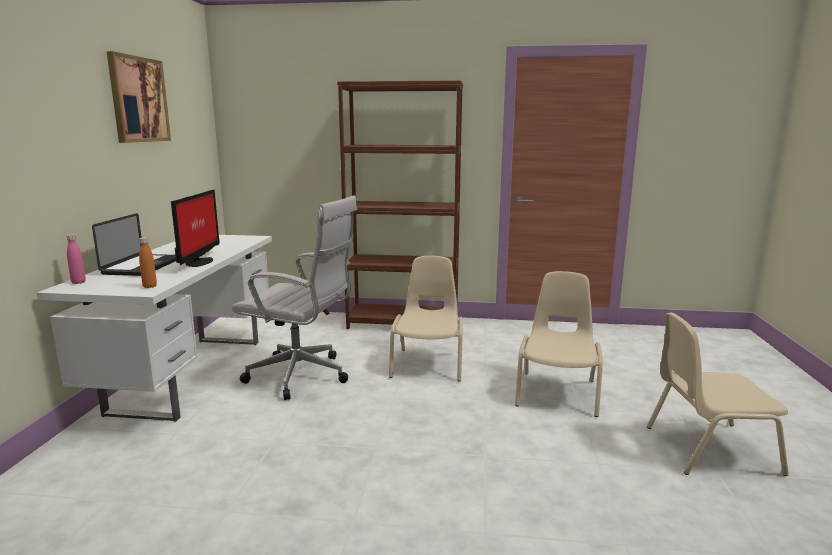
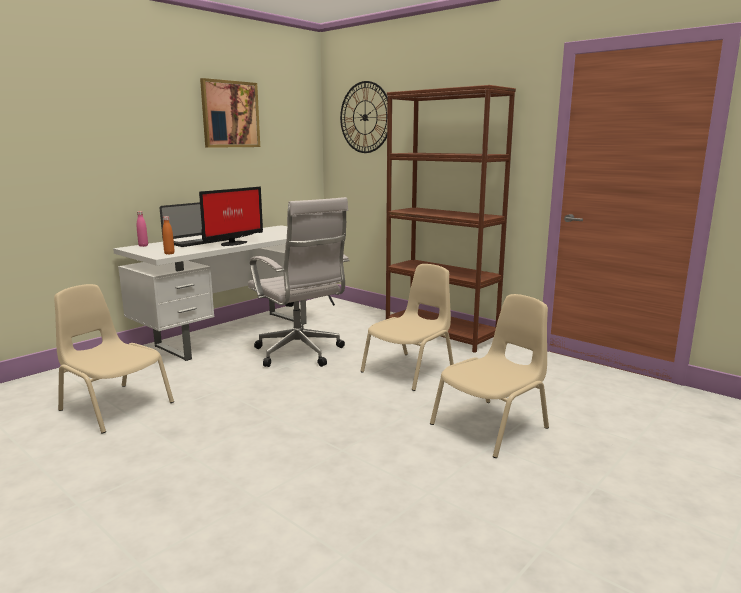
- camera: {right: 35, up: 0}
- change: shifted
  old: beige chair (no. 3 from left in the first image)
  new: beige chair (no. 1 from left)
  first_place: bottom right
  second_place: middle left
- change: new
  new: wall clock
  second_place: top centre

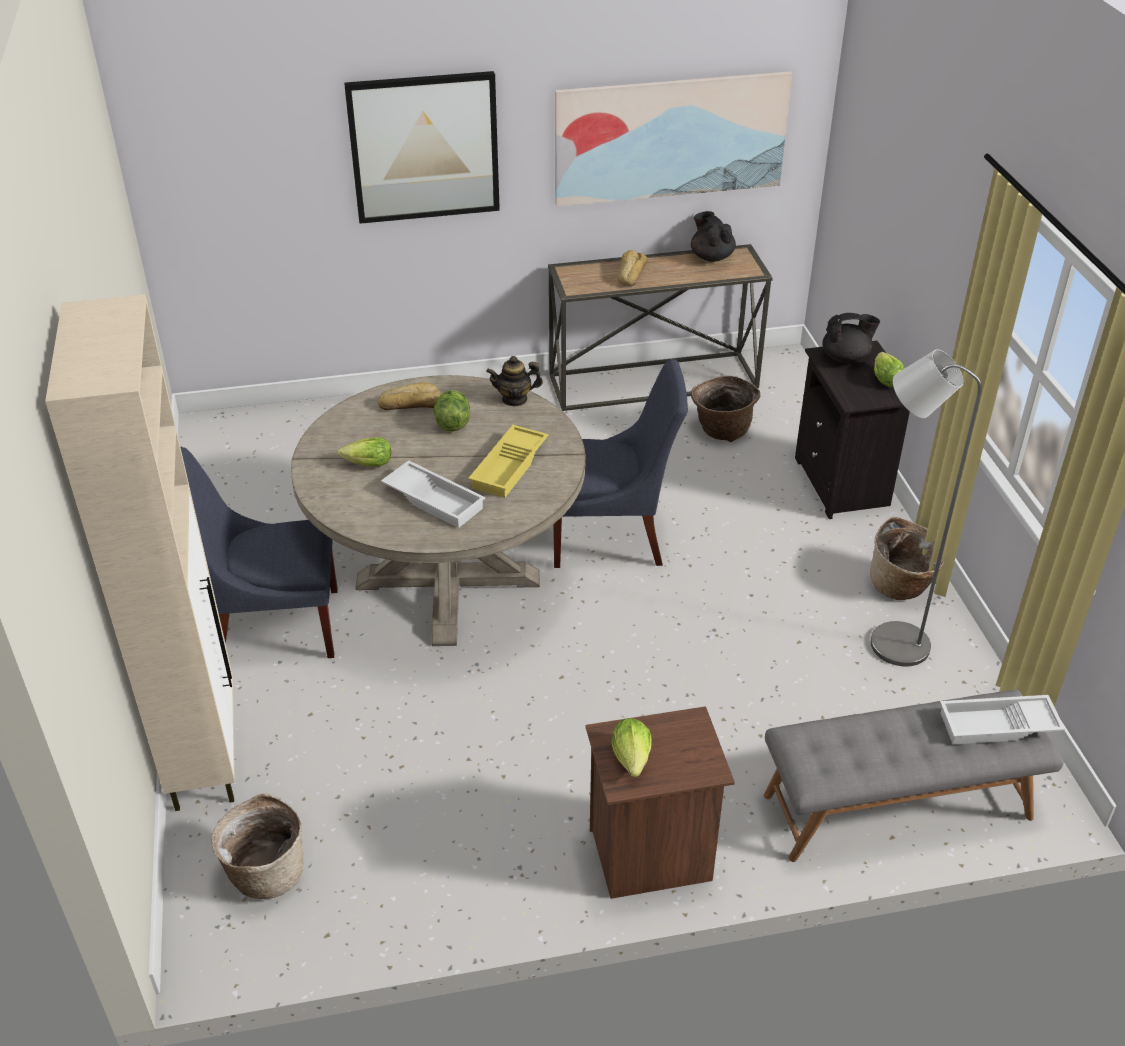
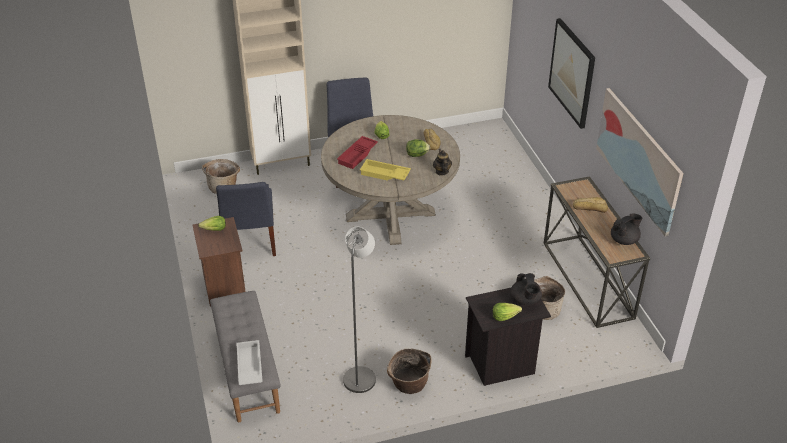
- camera: {right: 85, up: 0}
- change: shifted
  old: blue chair (no. 2 from left in the first image)
  new: blue chair (no. 1 from left)
  first_place: centre
  second_place: middle left
- change: repainted
  old: white tray (no. 1 from left)
  new: red tray
  first_place: centre
  second_place: centre

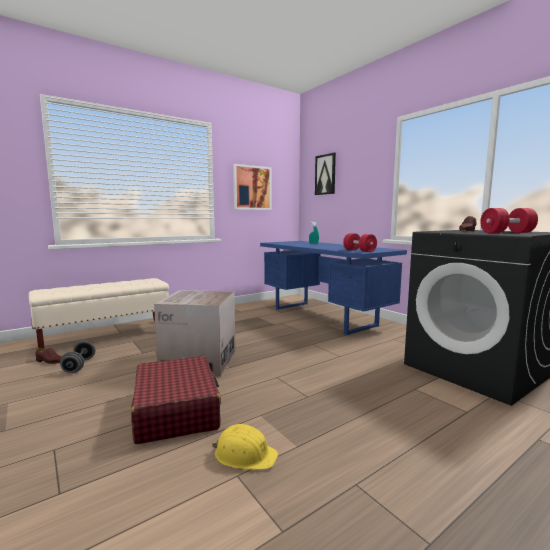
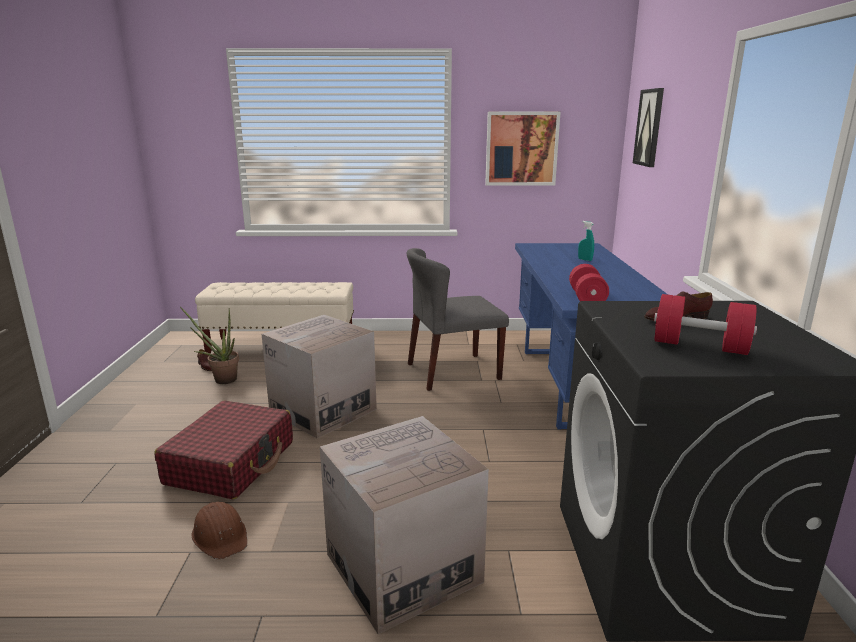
- camera: {right: 35, up: 10}
- change: swapped
  old: grey dumbbell
  new: potted plant
  first_place: middle left
  second_place: middle left
- change: repainted
  old: yellow hard hat
  new: brown hard hat
  first_place: bottom centre
  second_place: bottom left
- change: new
  new: cardboard box (no. 2 from left)
  second_place: bottom centre
- change: new
  new: grey chair
  second_place: centre

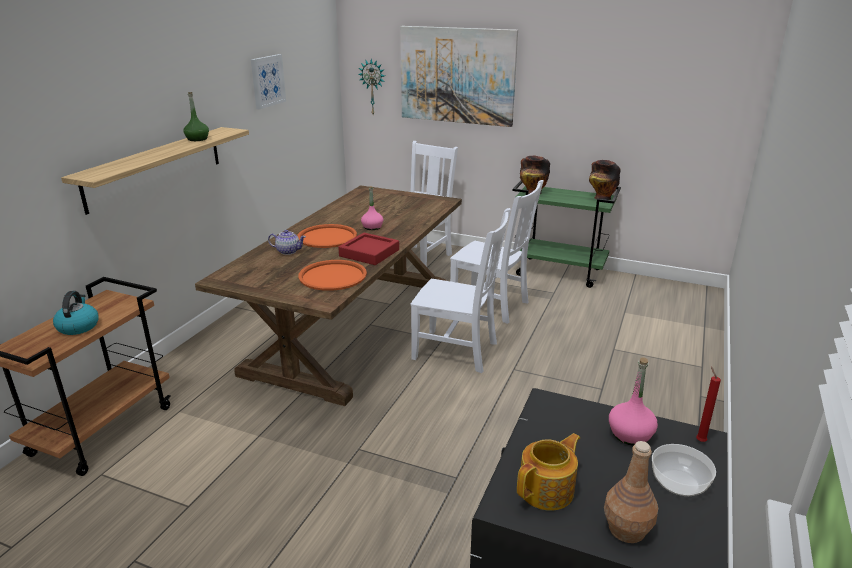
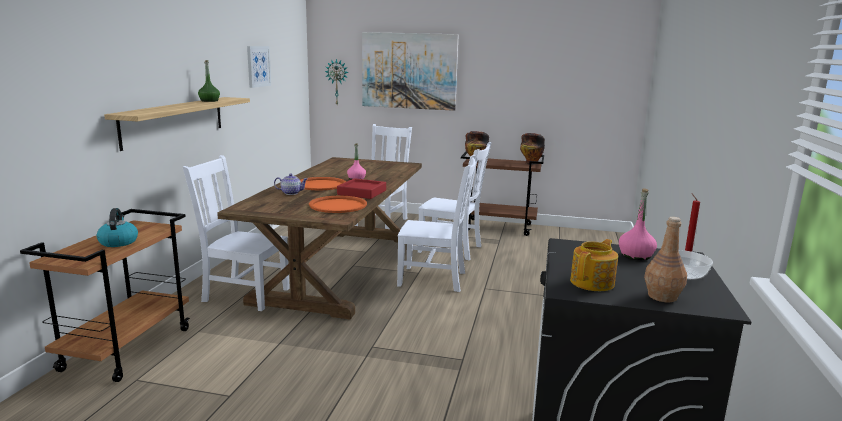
- camera: {right: -10, up: -10}
- change: new
  new: white chair (no. 1 from left)
  second_place: middle left
- change: repainted
  old: green cart
  new: brown cart (no. 2 from left)
  first_place: centre
  second_place: centre

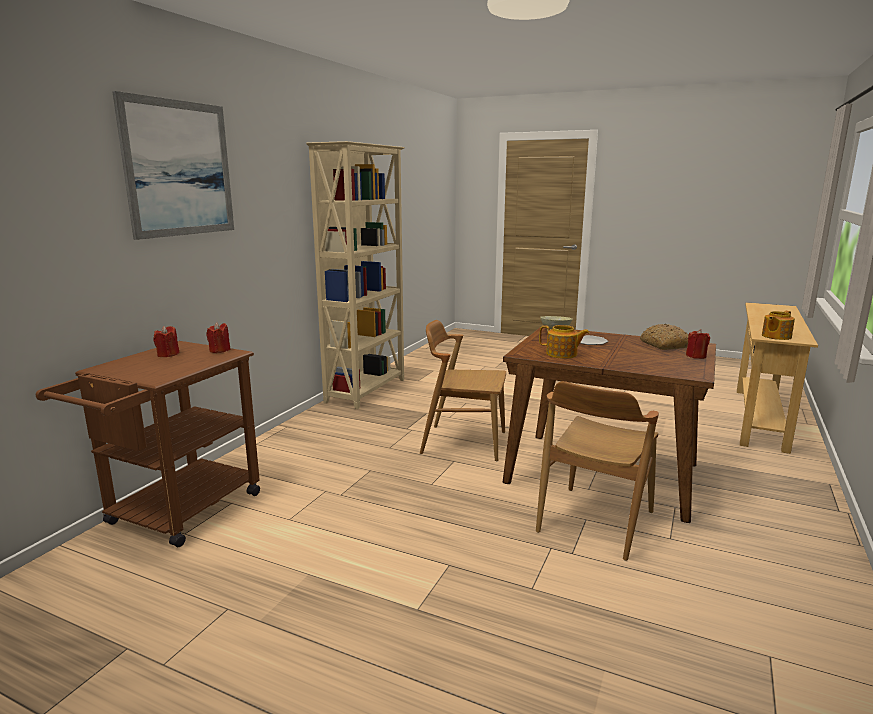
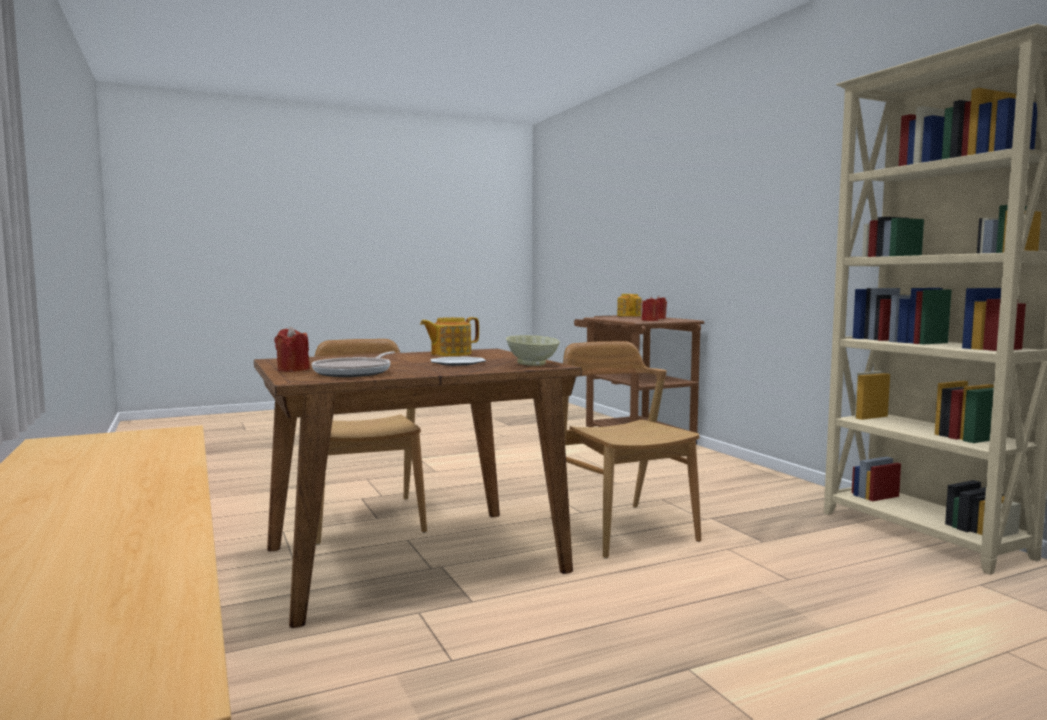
- camera: {right: 130, up: -10}
- change: swapped
  old: bread
  new: frying pan
  first_place: middle right
  second_place: centre
- change: rotated
  old: brown chair (no. 1 from left in the first image)
  first_place: centre
  second_place: centre
  degrees: -75
- change: shifted
  old: teapot (no. 2 from left)
  first_place: middle right
  second_place: centre
- change: gone
  old: picture
  first_place: top left

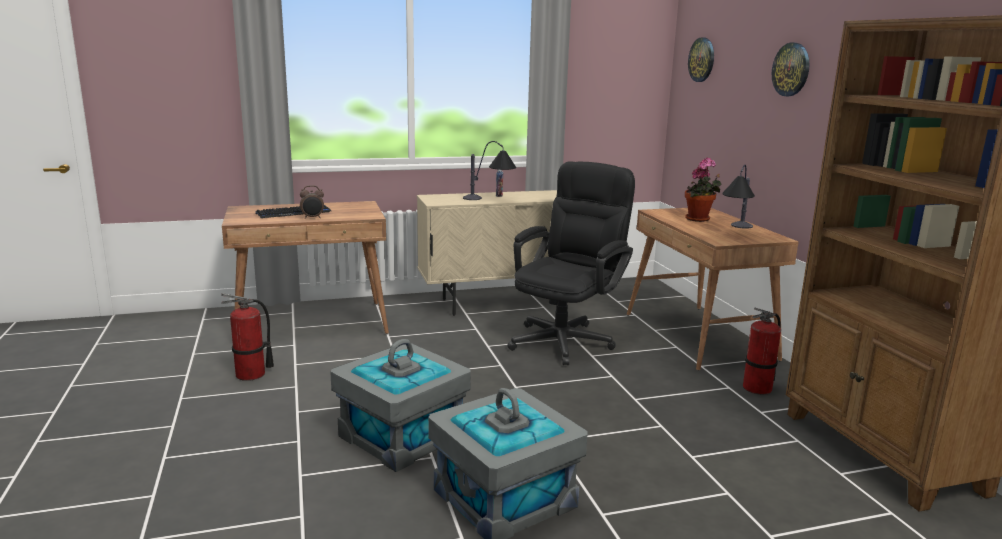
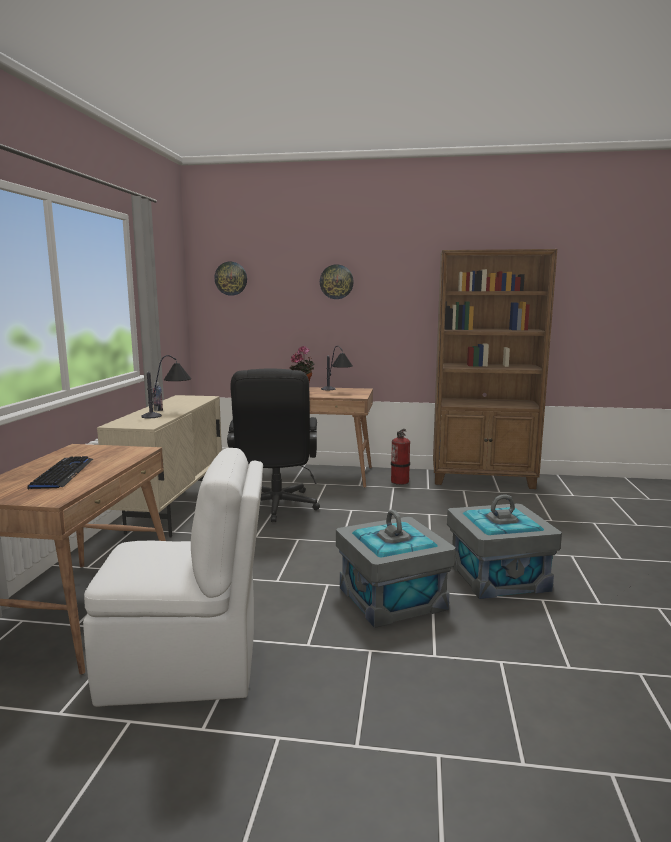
- camera: {right: -65, up: -5}
- change: swapped
  old: fire extinguisher (no. 1 from left)
  new: white chair
  first_place: middle left
  second_place: bottom left
- change: rotated
  old: black office chair
  first_place: centre
  second_place: centre
  degrees: -150
- change: gone
  old: alarm clock
  first_place: middle left

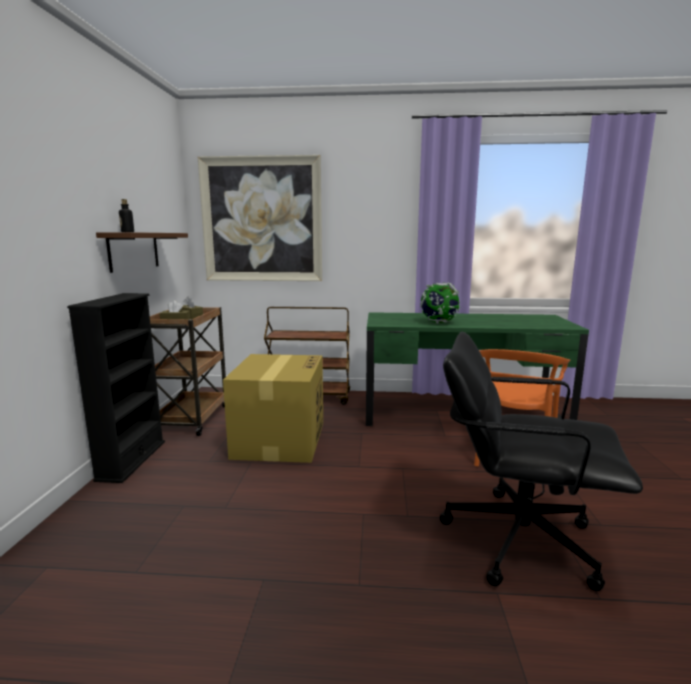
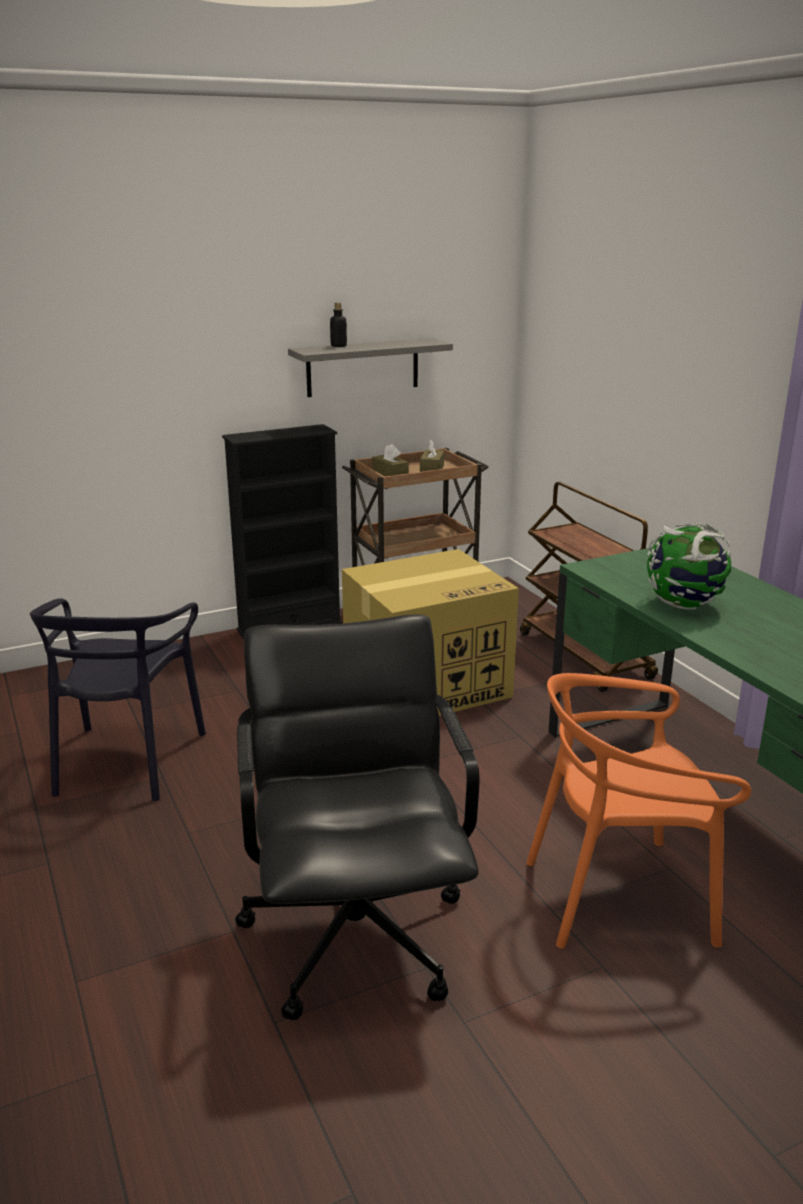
- camera: {right: 60, up: 10}
- change: new
  new: black chair
  second_place: middle left
- change: repainted
  old: brown shelf
  new: grey shelf
  first_place: middle left
  second_place: top centre
- change: gone
  old: picture
  first_place: top centre

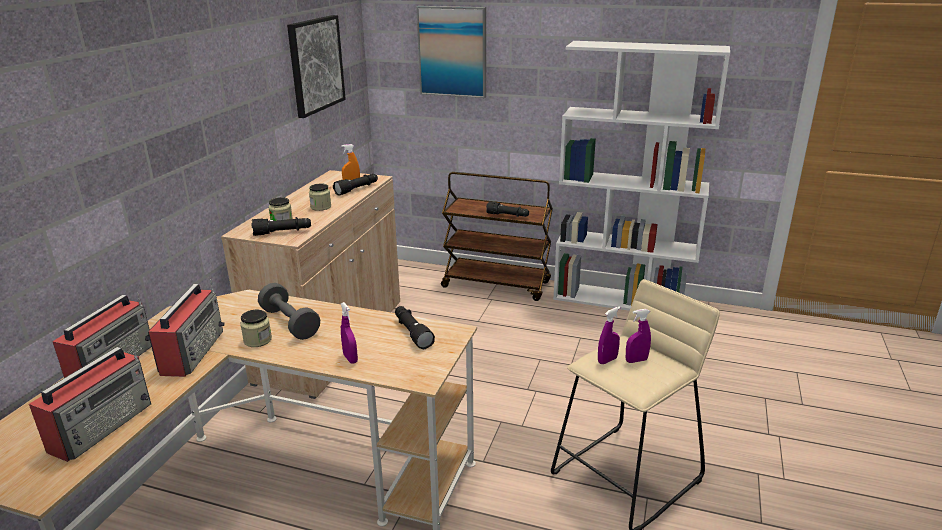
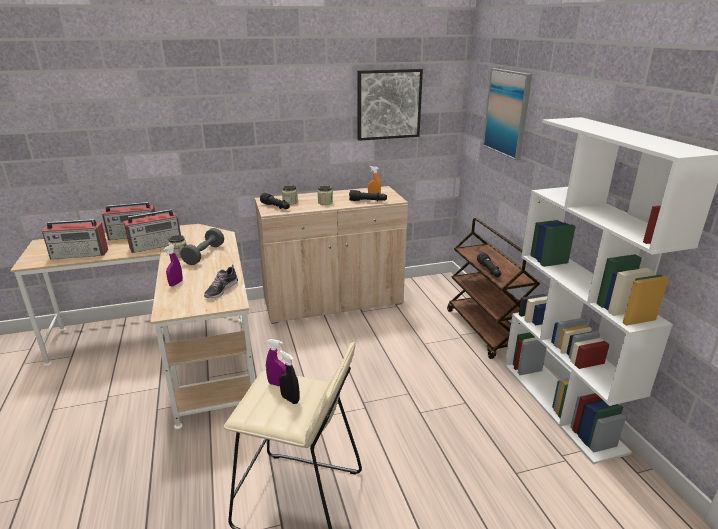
- camera: {right: 55, up: 0}
- change: swapped
  old: black flashlight (no. 3 from left)
  new: shoe
  first_place: centre
  second_place: middle left
- change: repainted
  old: purple spray bottle (no. 3 from left)
  new: black spray bottle
  first_place: middle right
  second_place: bottom centre

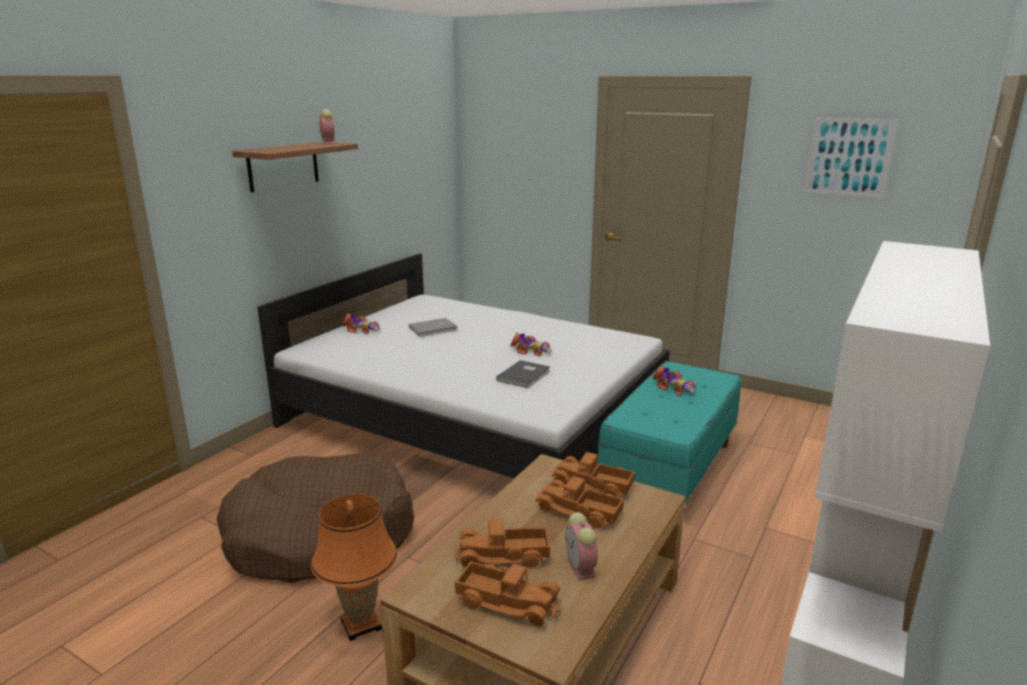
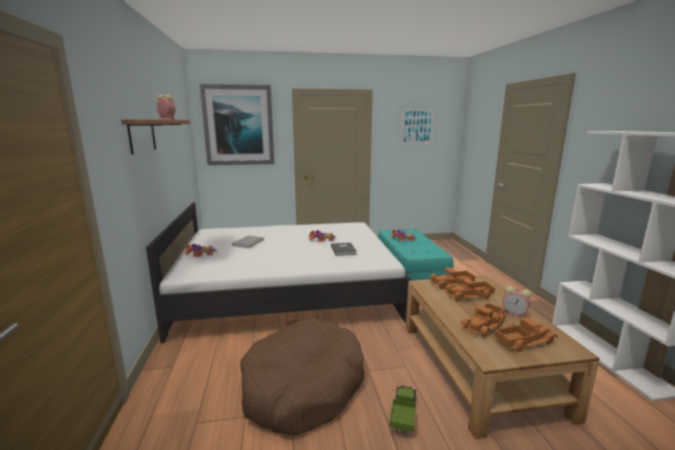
- camera: {right: -40, up: -5}
- change: new
  new: picture (no. 1 from left)
  second_place: top centre
- change: swapped
  old: orange table lamp
  new: toy truck (no. 1 from left)
  first_place: bottom centre
  second_place: bottom centre

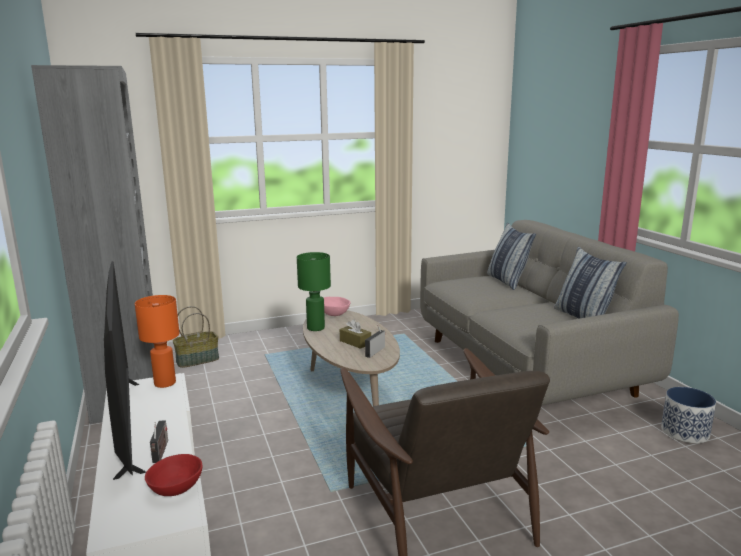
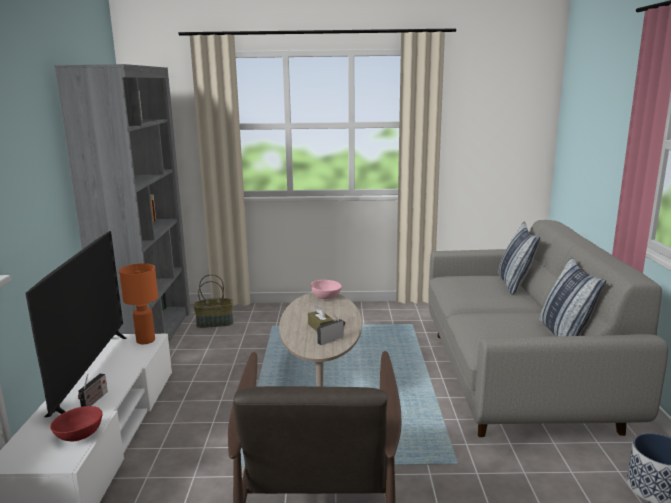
- camera: {right: 20, up: 0}
- change: gone
  old: green table lamp
  first_place: centre

